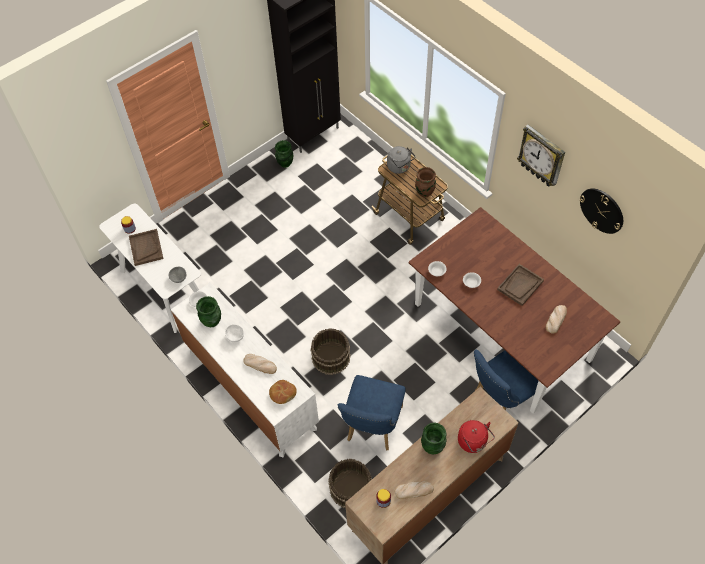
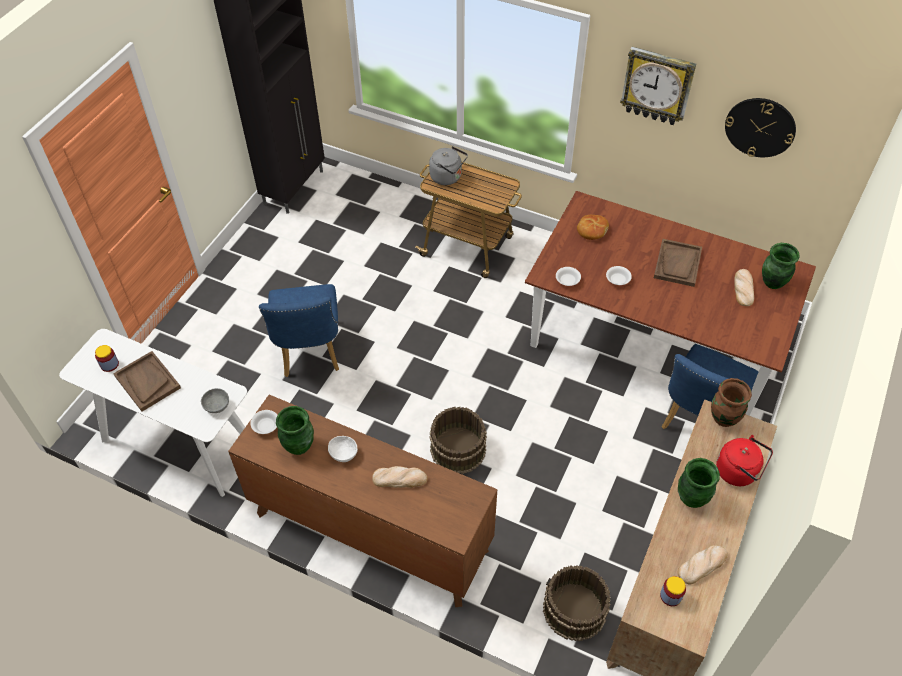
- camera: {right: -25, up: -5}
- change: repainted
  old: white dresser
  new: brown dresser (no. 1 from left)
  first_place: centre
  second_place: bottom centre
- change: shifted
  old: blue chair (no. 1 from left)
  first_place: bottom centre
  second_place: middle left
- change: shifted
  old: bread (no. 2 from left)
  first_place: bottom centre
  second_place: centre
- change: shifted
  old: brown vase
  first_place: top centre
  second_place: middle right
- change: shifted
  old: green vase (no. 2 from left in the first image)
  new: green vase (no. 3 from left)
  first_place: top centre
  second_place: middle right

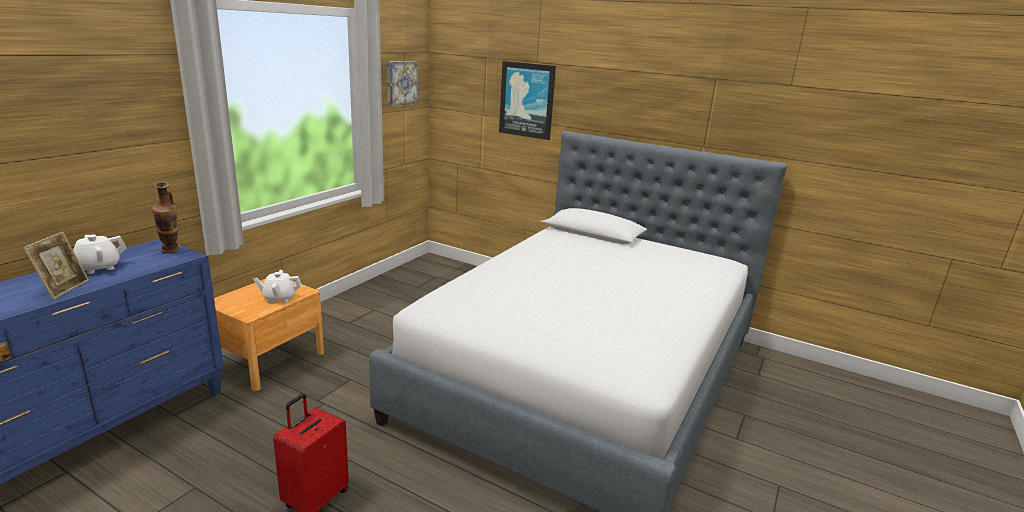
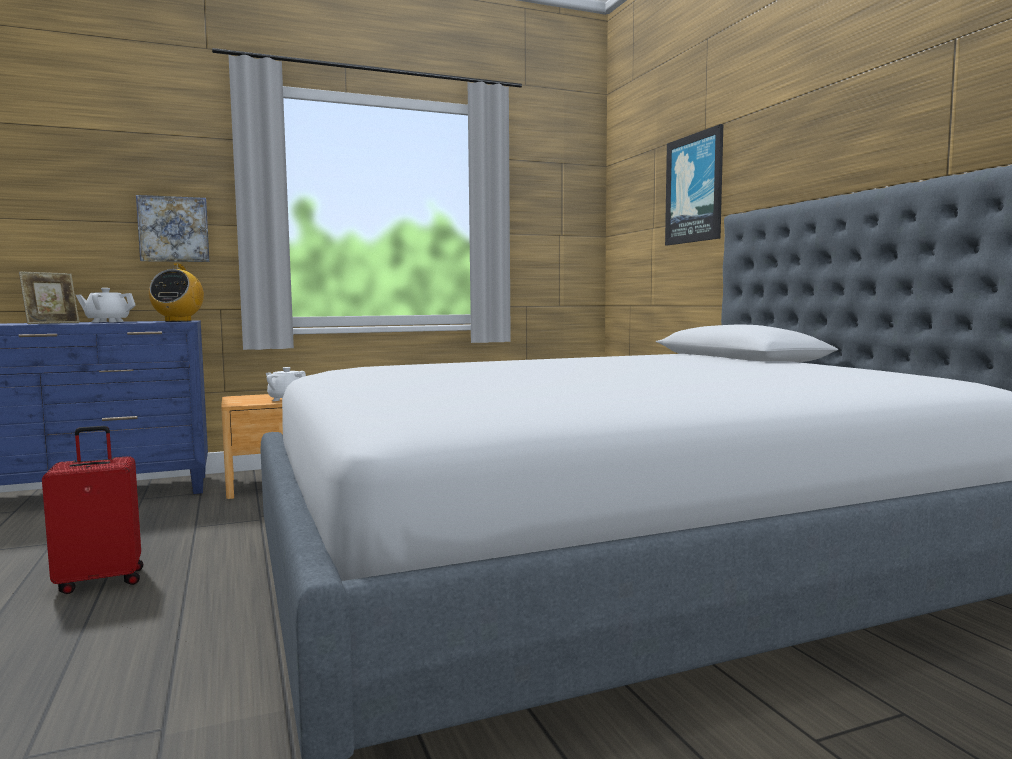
- camera: {right: 40, up: -15}
- change: shifted
  old: picture (no. 1 from left)
  first_place: top centre
  second_place: top left
- change: swapped
  old: vase
  new: radio
  first_place: middle left
  second_place: middle left

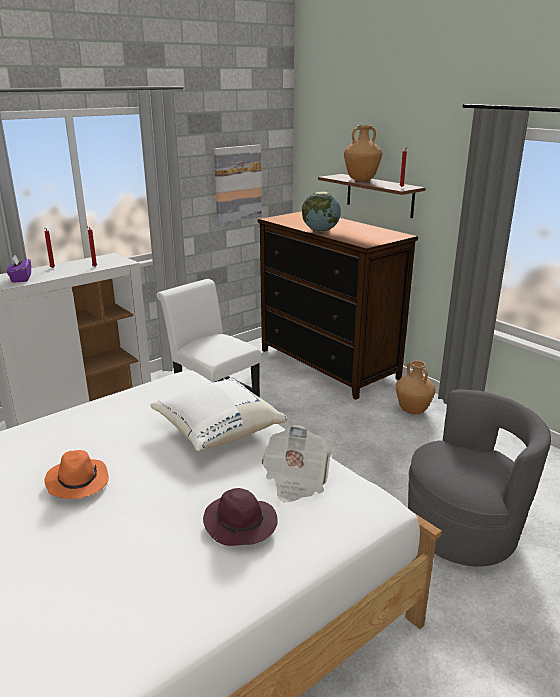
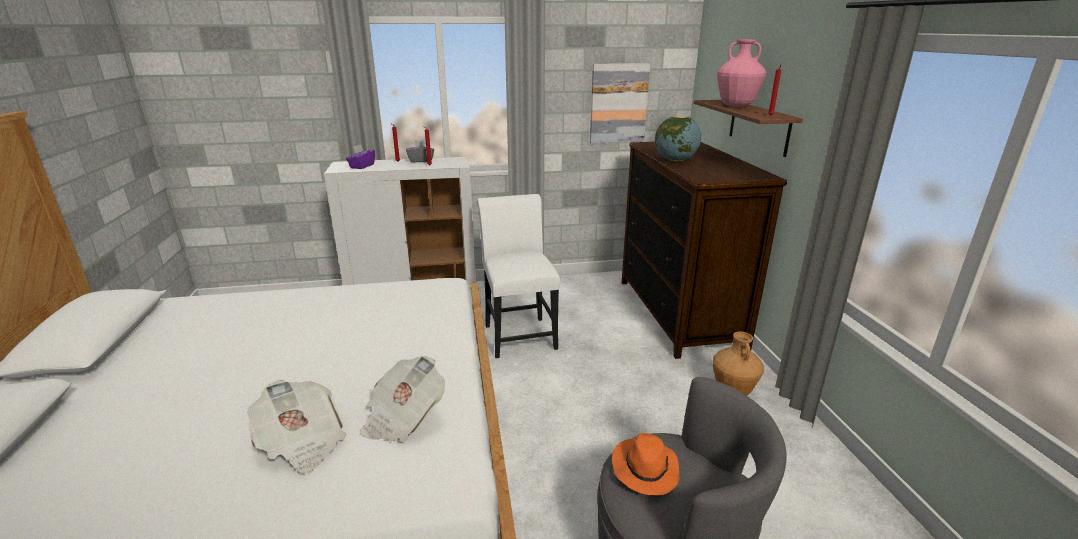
- camera: {right: 30, up: 0}
- change: swapped
  old: purple hat
  new: newspaper (no. 1 from left)
  first_place: bottom centre
  second_place: bottom left
- change: new
  new: grey tissue box
  second_place: top centre
- change: shifted
  old: orange hat
  first_place: bottom left
  second_place: bottom centre
- change: repainted
  old: brown vase (no. 1 from left)
  new: pink vase
  first_place: top centre
  second_place: top right
- change: gone
  old: white pillow
  first_place: centre

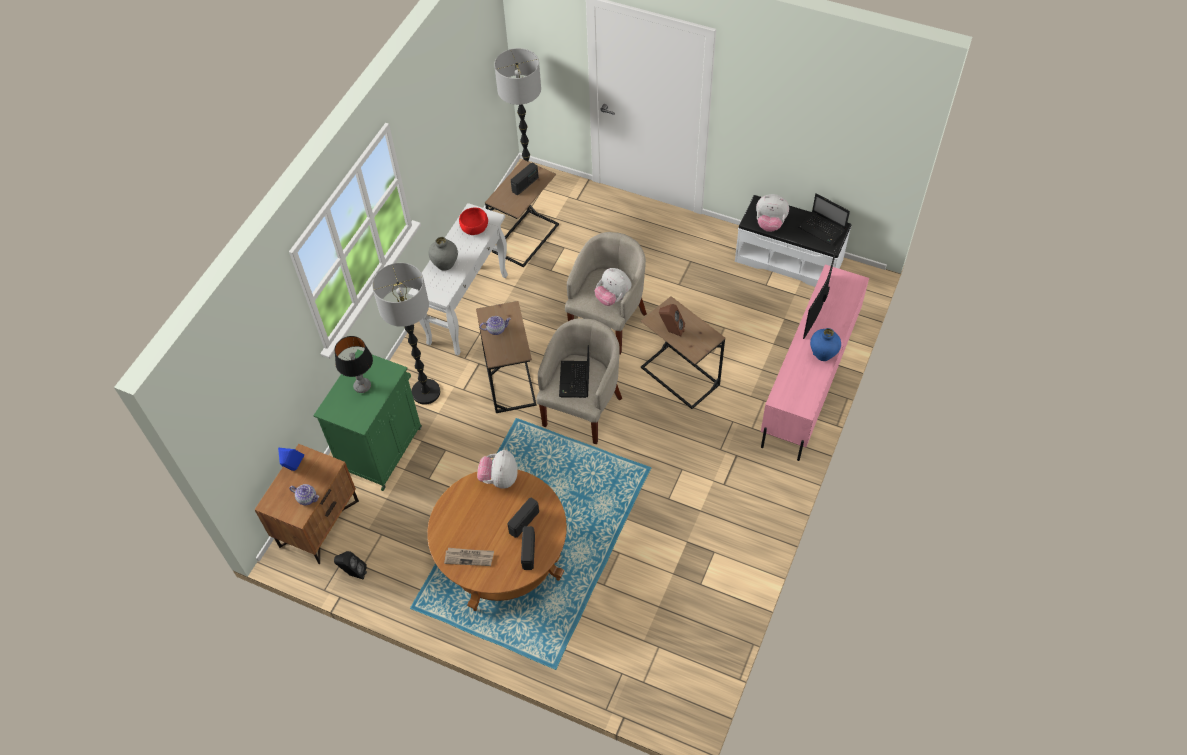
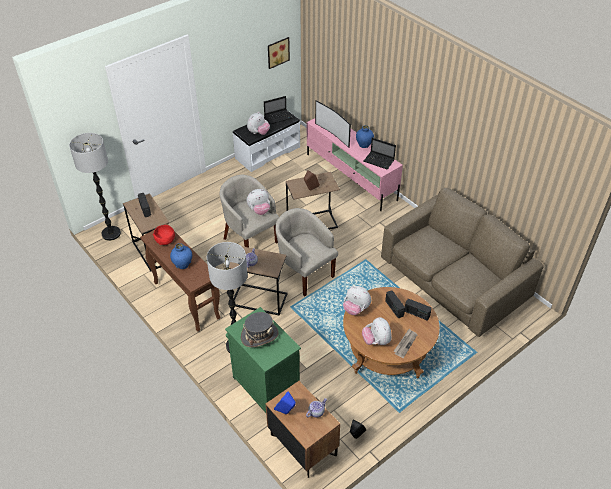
- camera: {right: -65, up: -10}
- change: repainted
  old: white console table
  new: brown console table
  first_place: centre
  second_place: middle left
- change: repainted
  old: grey vase
  new: blue vase (no. 1 from left)
  first_place: centre
  second_place: middle left
- change: swapped
  old: table lamp
  new: grey hat
  first_place: middle left
  second_place: bottom centre
- change: new
  new: picture
  second_place: top centre
- change: new
  new: plush toy (no. 4 from left)
  second_place: bottom centre
- change: shifted
  old: laptop (no. 1 from left in the first image)
  new: laptop (no. 2 from left)
  first_place: centre
  second_place: top centre
- change: new
  new: brown sofa
  second_place: middle right

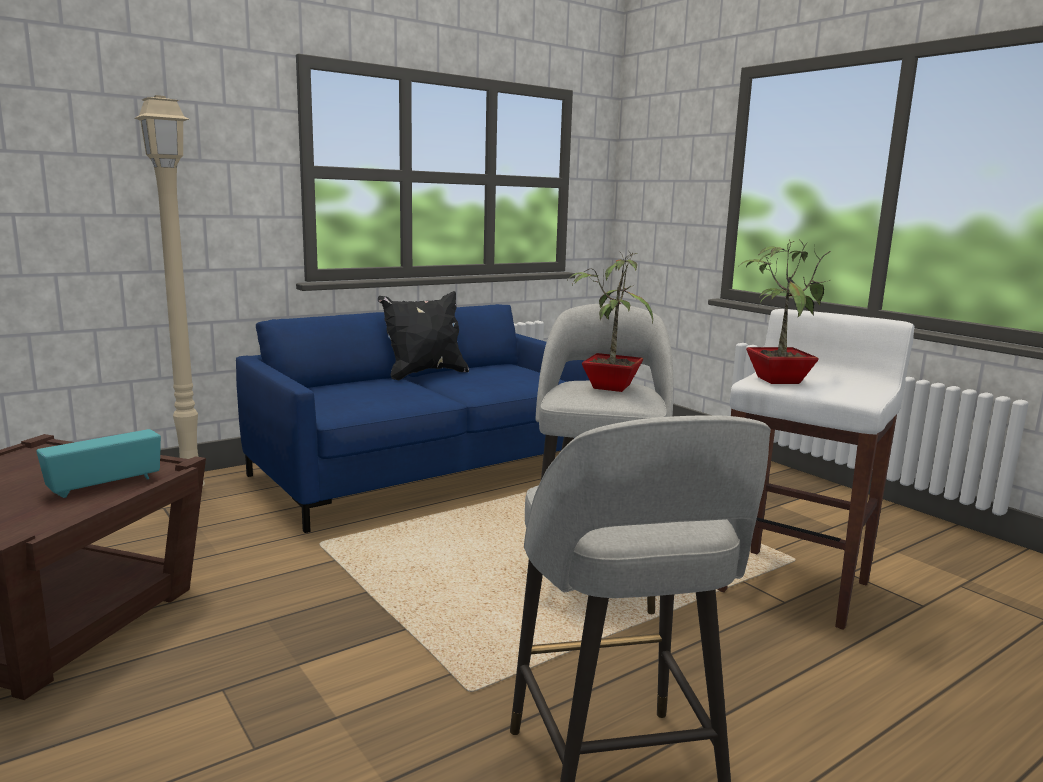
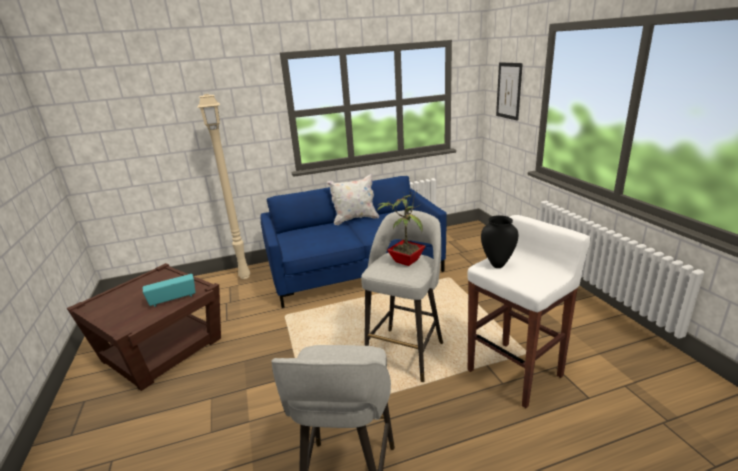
- camera: {right: 20, up: 10}
- change: repainted
  old: black pillow
  new: white pillow
  first_place: centre
  second_place: centre
- change: swapped
  old: potted plant (no. 2 from left)
  new: black vase
  first_place: middle right
  second_place: middle right
- change: new
  new: picture
  second_place: top right

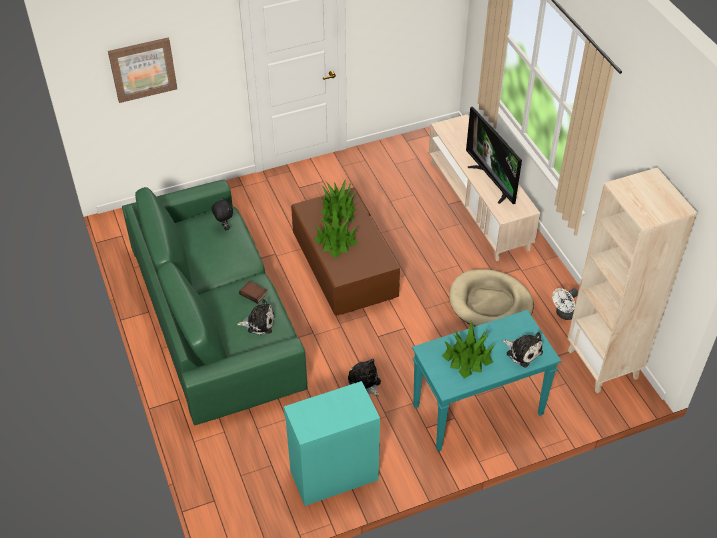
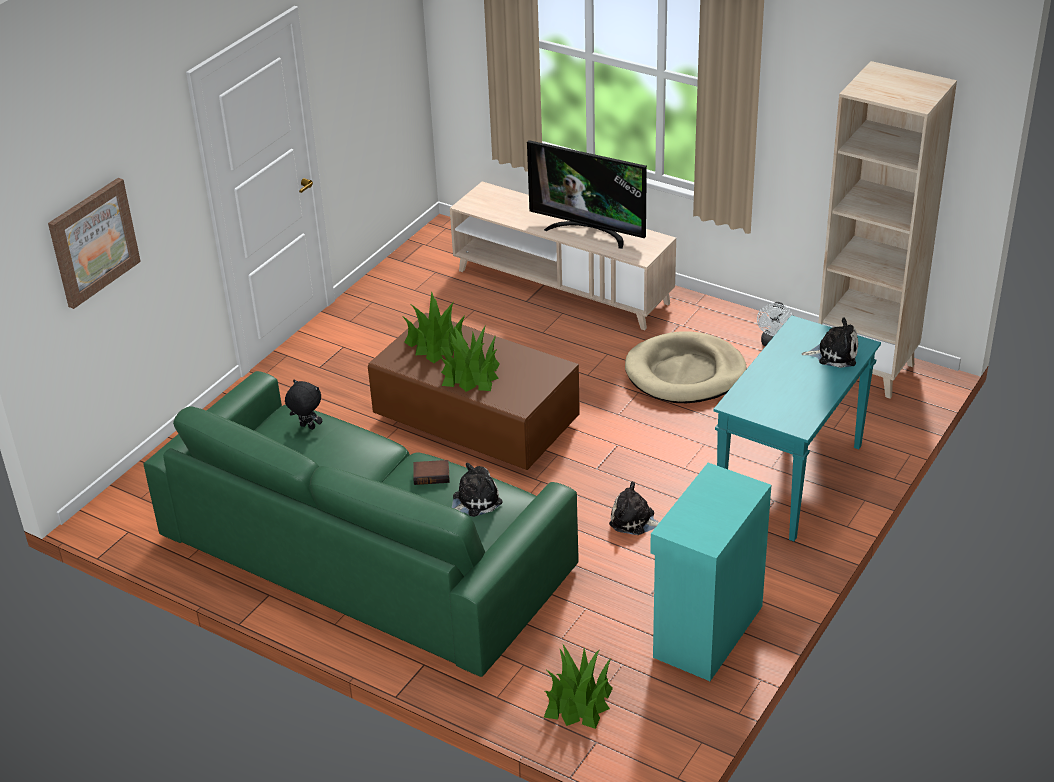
- camera: {right: -35, up: -10}
- change: shifted
  old: potted plant (no. 3 from left)
  first_place: centre
  second_place: bottom centre

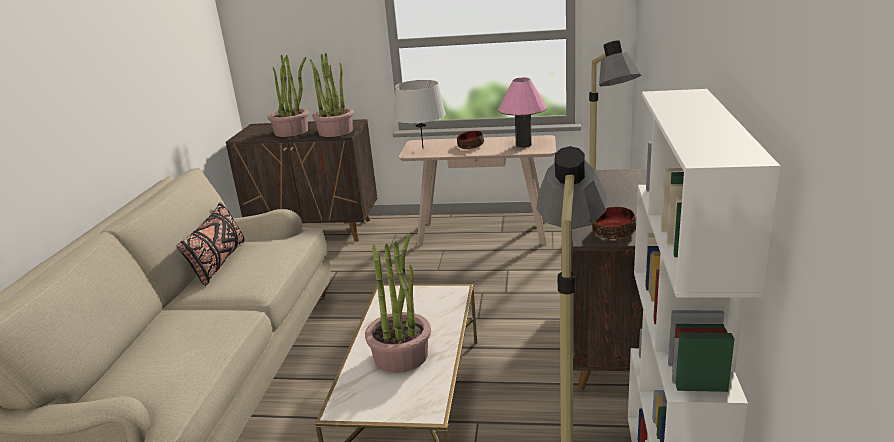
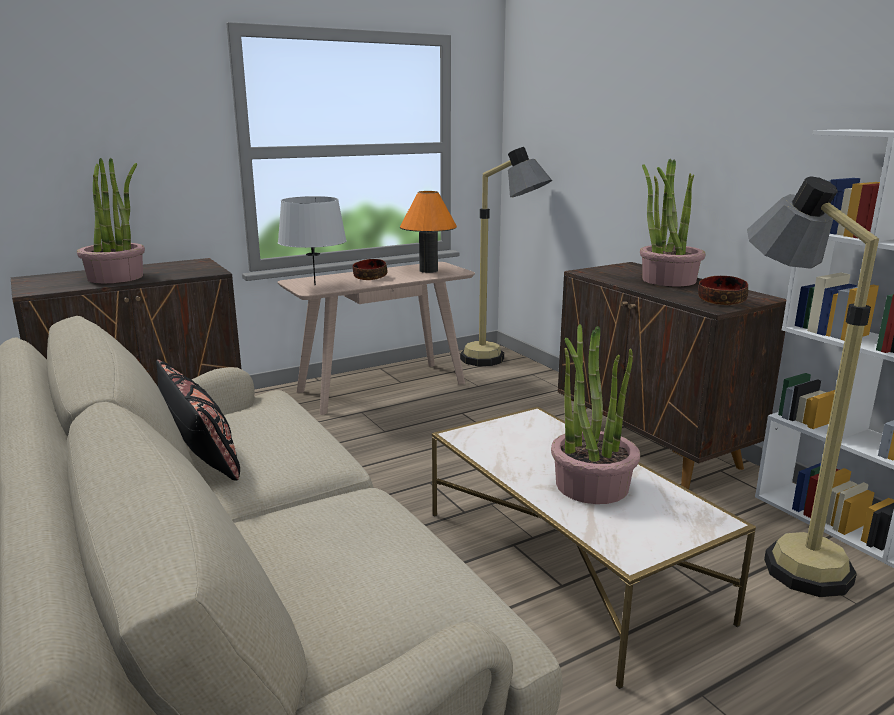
- camera: {right: -40, up: -5}
- change: repainted
  old: pink table lamp
  new: orange table lamp
  first_place: top centre
  second_place: top centre
- change: shifted
  old: potted plant (no. 2 from left in the first image)
  new: potted plant (no. 3 from left)
  first_place: top centre
  second_place: top right

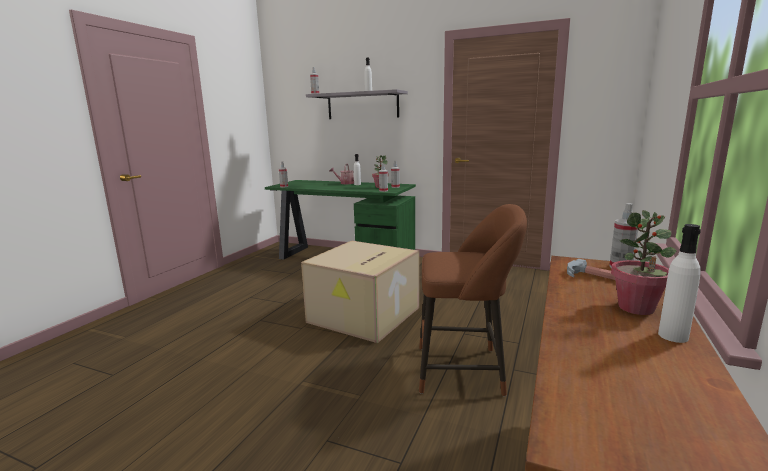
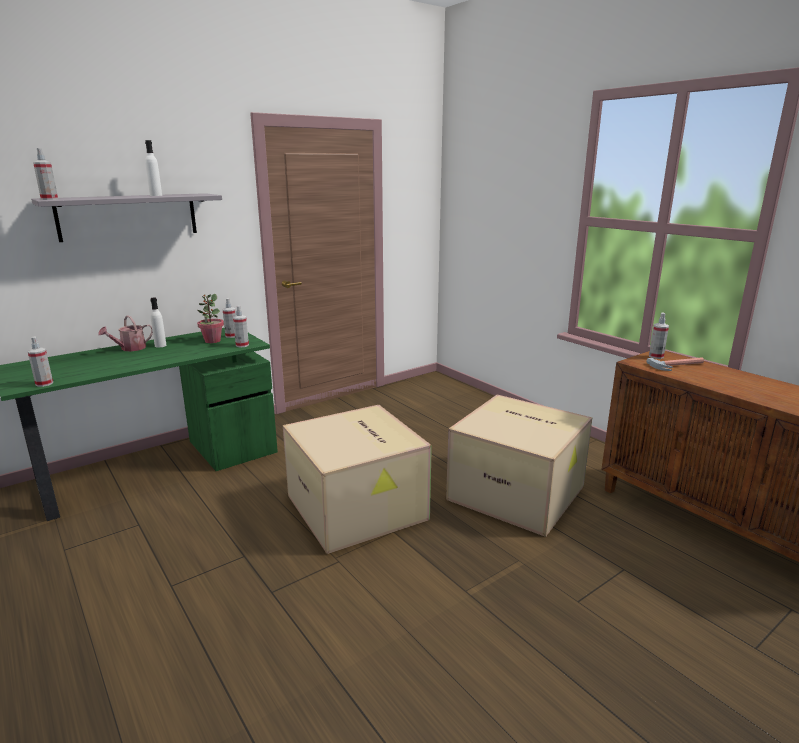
- camera: {right: -60, up: 5}
- change: swapped
  old: brown stool
  new: cardboard box (no. 2 from left)
  first_place: centre
  second_place: centre
- change: gone
  old: potted plant (no. 2 from left)
  first_place: middle right
- change: gone
  old: white bottle (no. 3 from left)
  first_place: middle right

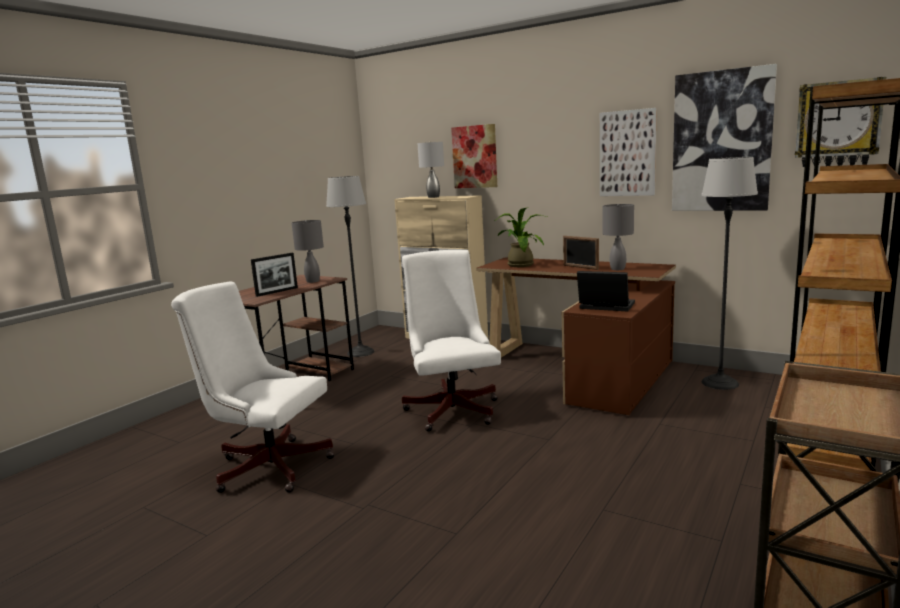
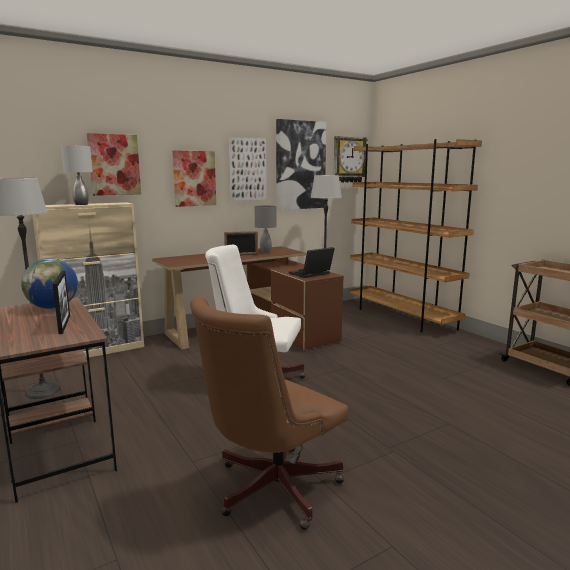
- camera: {right: -65, up: 0}
- change: swapped
  old: grey table lamp (no. 1 from left)
  new: globe
  first_place: centre
  second_place: middle left
- change: new
  new: picture (no. 2 from left)
  second_place: top centre
- change: repainted
  old: white office chair (no. 1 from left)
  new: brown office chair
  first_place: middle left
  second_place: bottom centre
- change: gone
  old: potted plant
  first_place: centre

